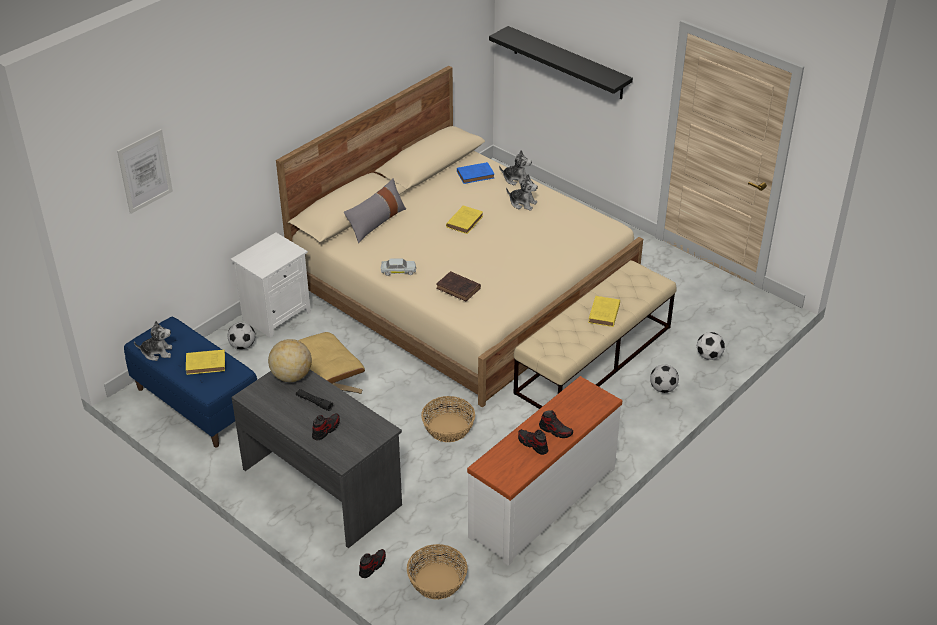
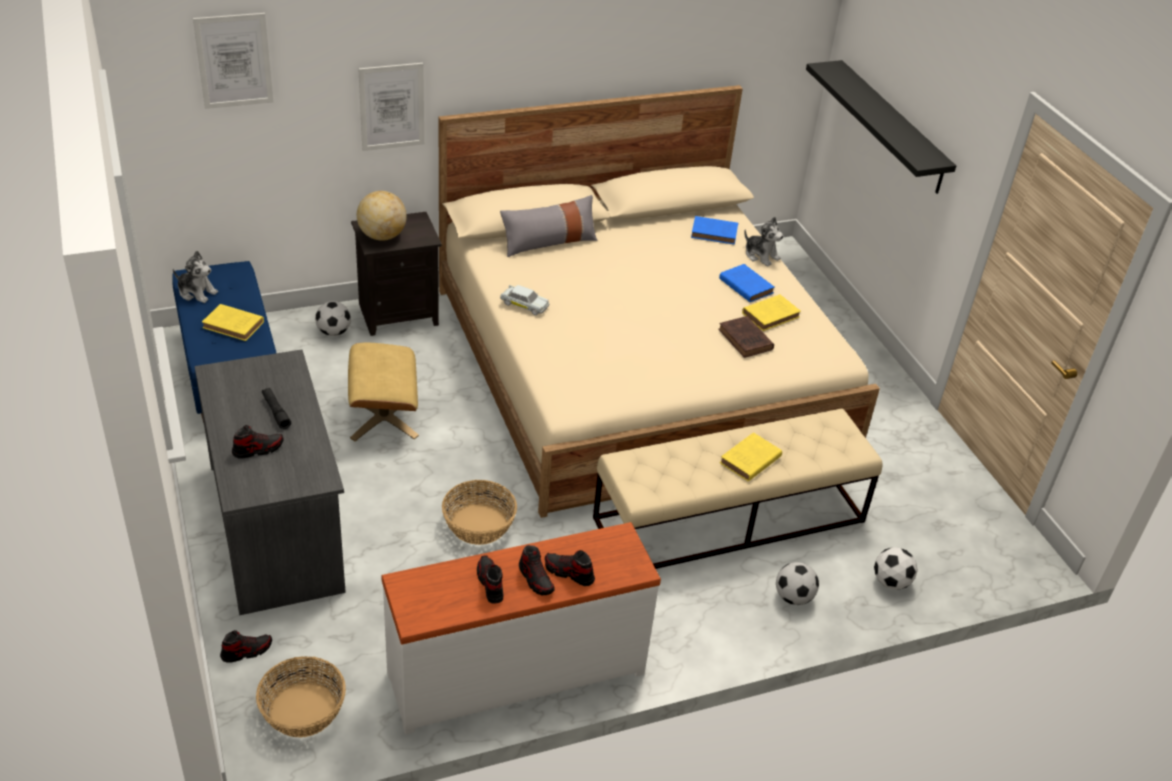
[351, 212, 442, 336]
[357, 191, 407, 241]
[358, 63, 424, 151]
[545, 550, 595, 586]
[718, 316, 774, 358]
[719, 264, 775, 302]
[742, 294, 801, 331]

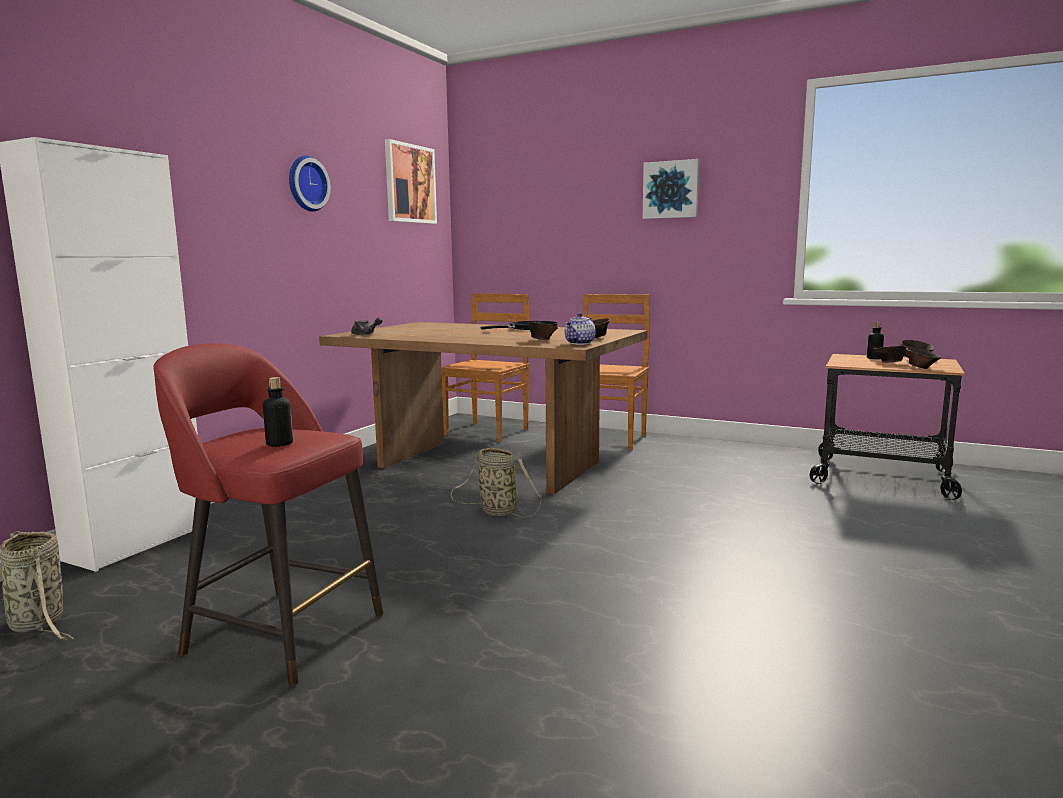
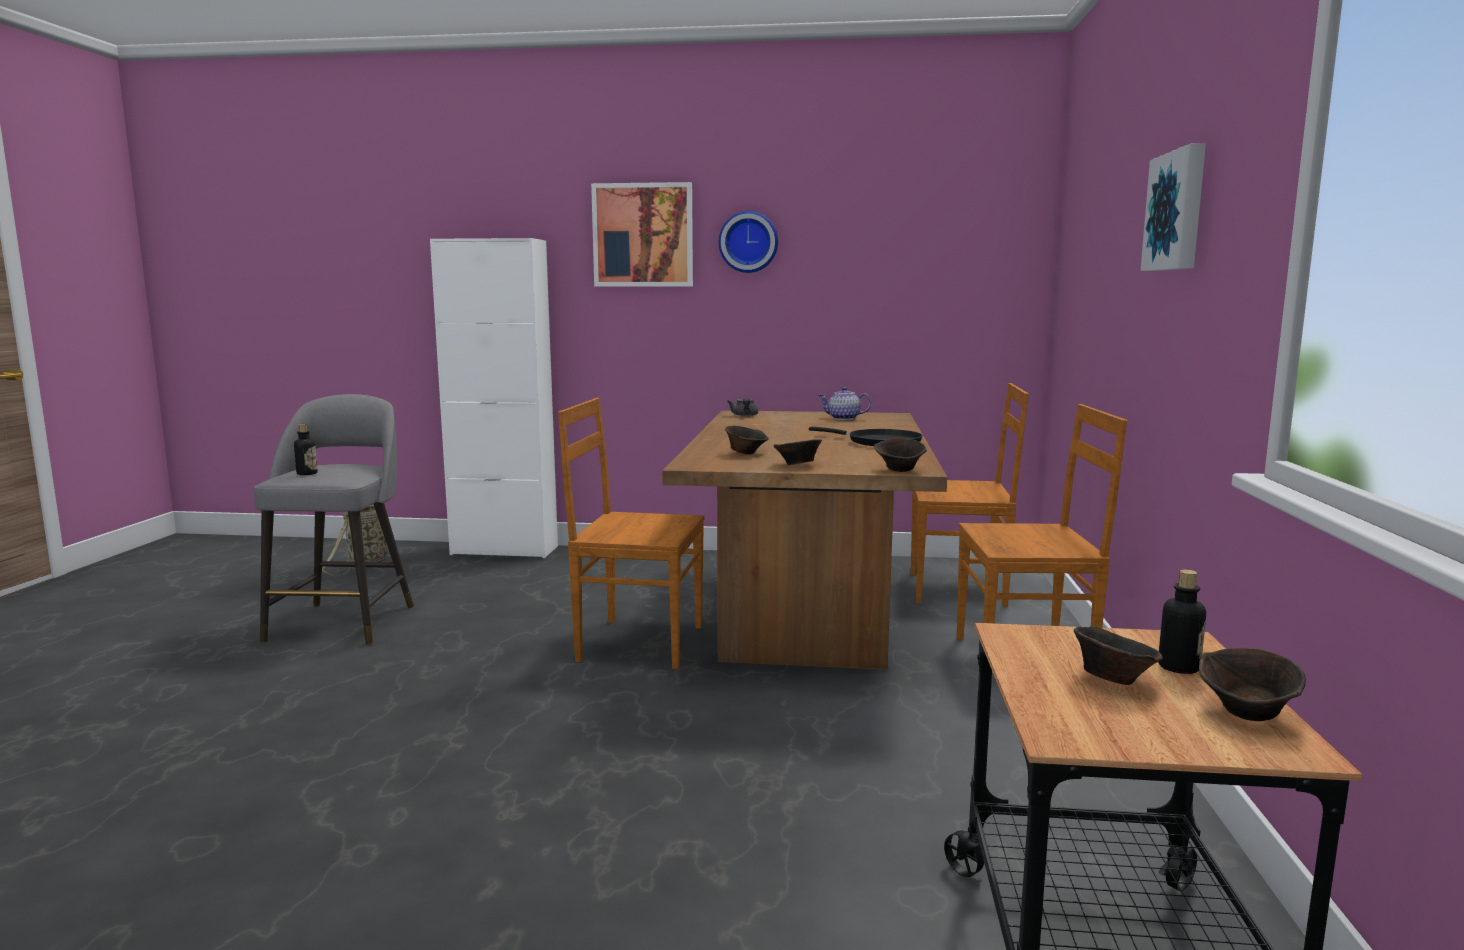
[254, 394, 414, 645]
[558, 398, 705, 669]
[591, 182, 693, 286]
[819, 387, 871, 420]
[874, 438, 927, 472]

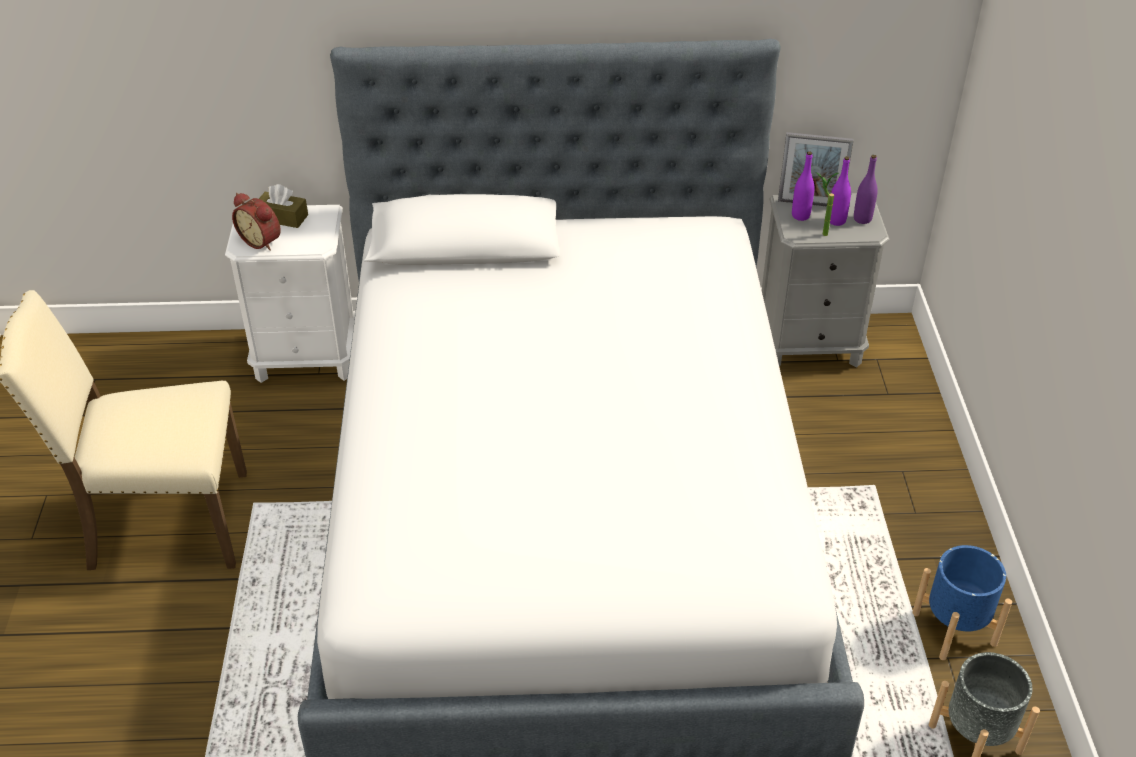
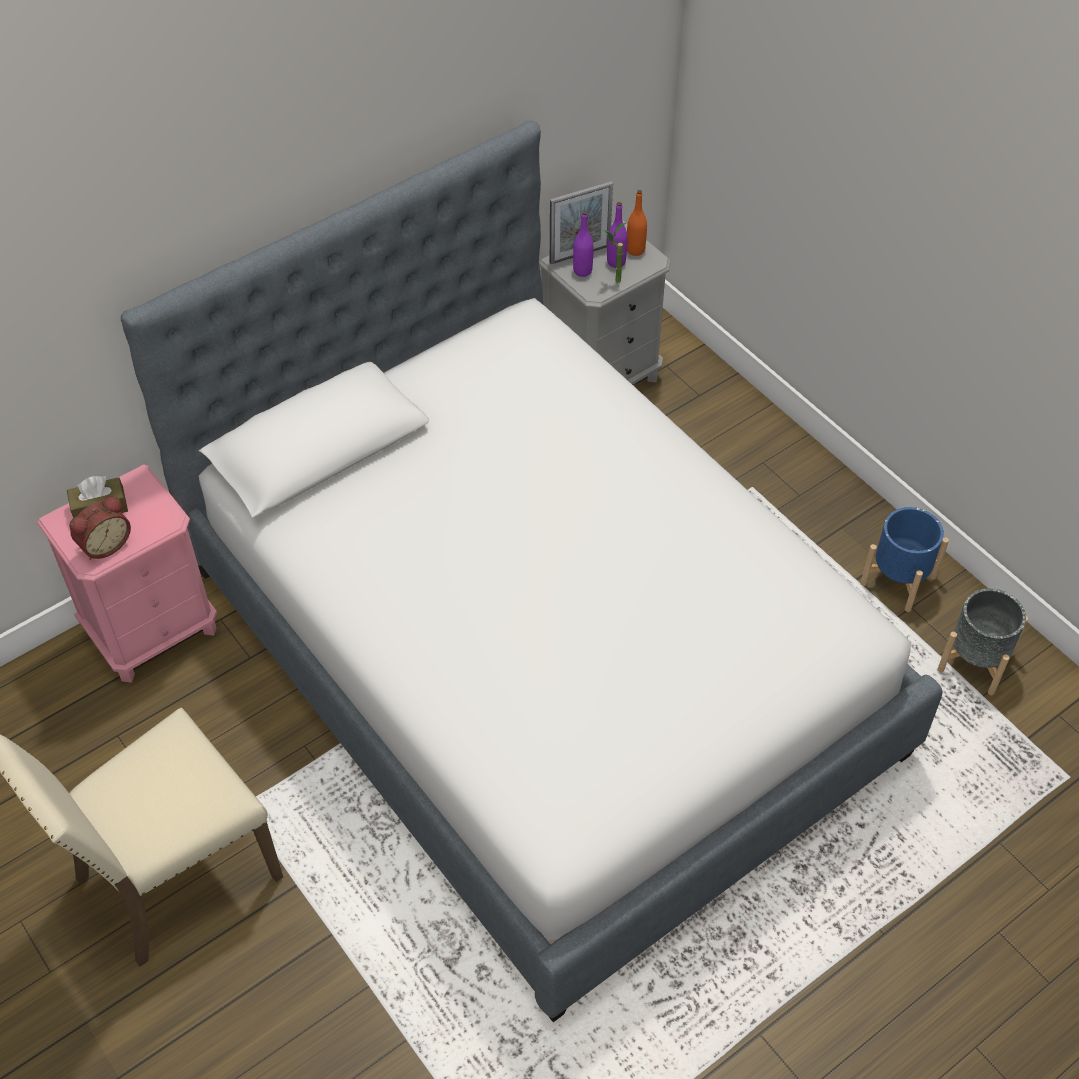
[37, 465, 217, 682]
[69, 496, 131, 560]
[627, 190, 647, 256]

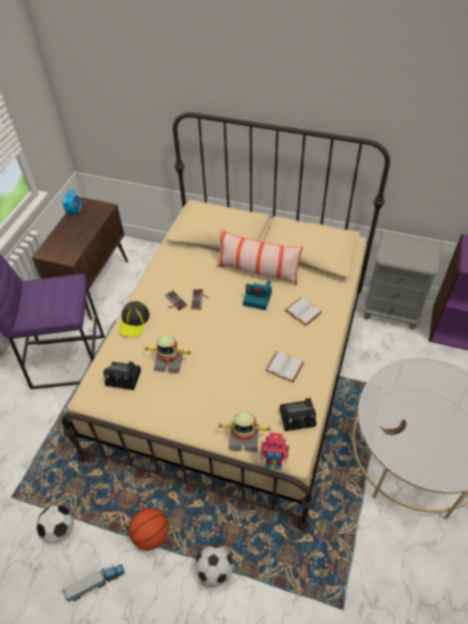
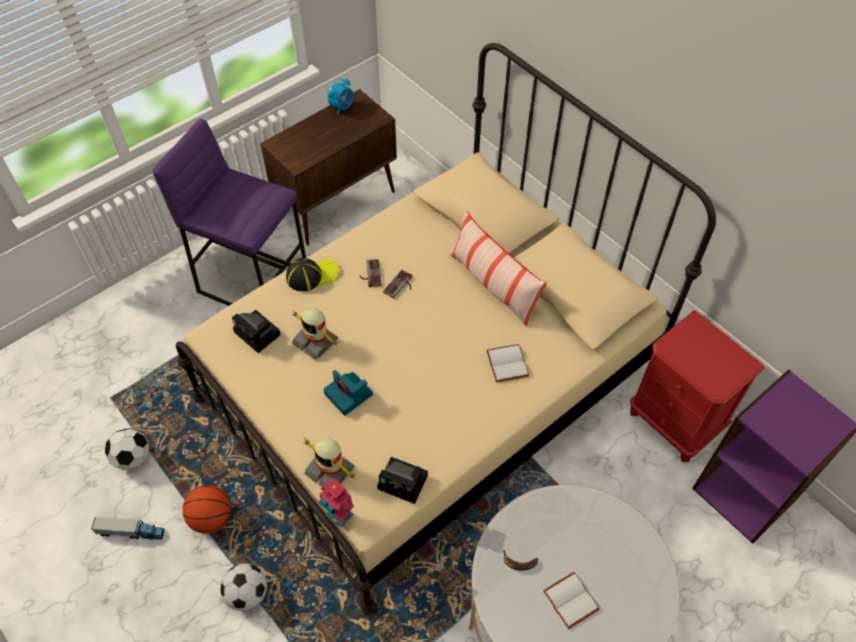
[286, 258, 339, 291]
[323, 370, 373, 416]
[543, 572, 600, 629]
[630, 311, 765, 462]

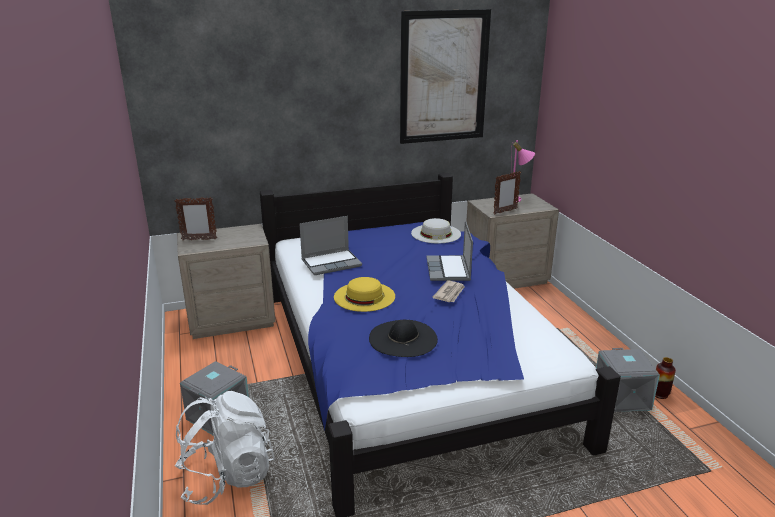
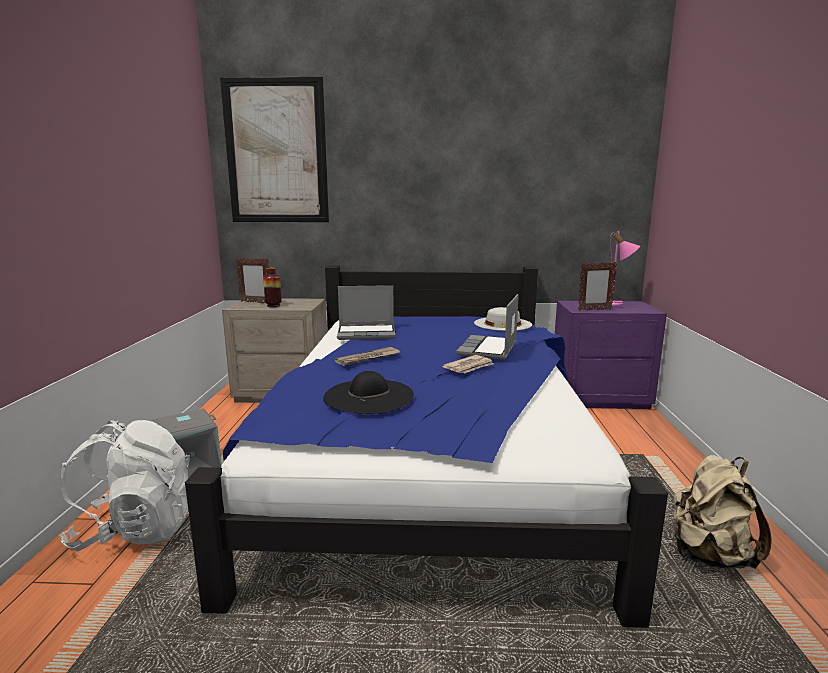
[220, 76, 329, 222]
[263, 268, 282, 307]
[335, 347, 400, 366]
[555, 301, 667, 409]
[671, 455, 772, 569]

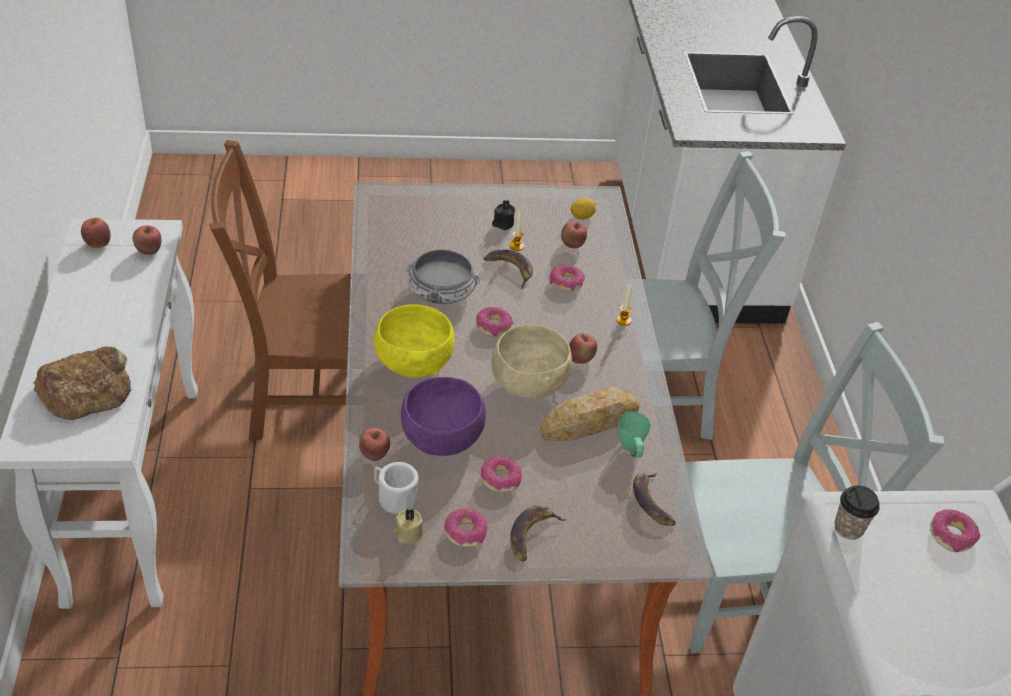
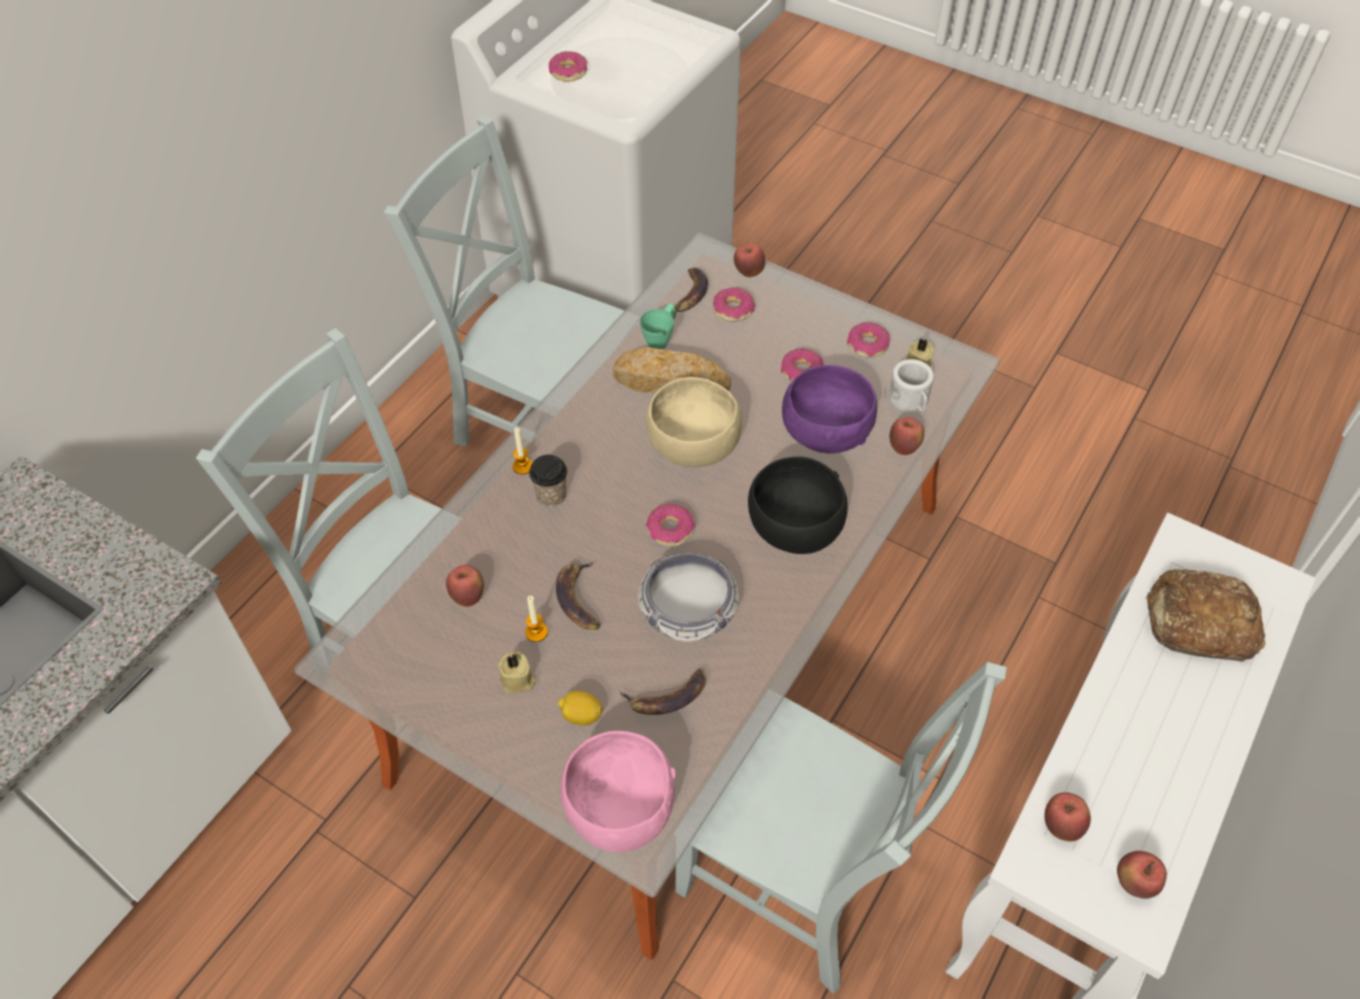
[498, 652, 536, 693]
[529, 455, 567, 507]
[558, 691, 602, 726]
[560, 731, 677, 852]
[620, 669, 706, 715]
[675, 662, 1007, 993]
[713, 288, 755, 322]
[734, 243, 765, 277]
[748, 456, 847, 554]

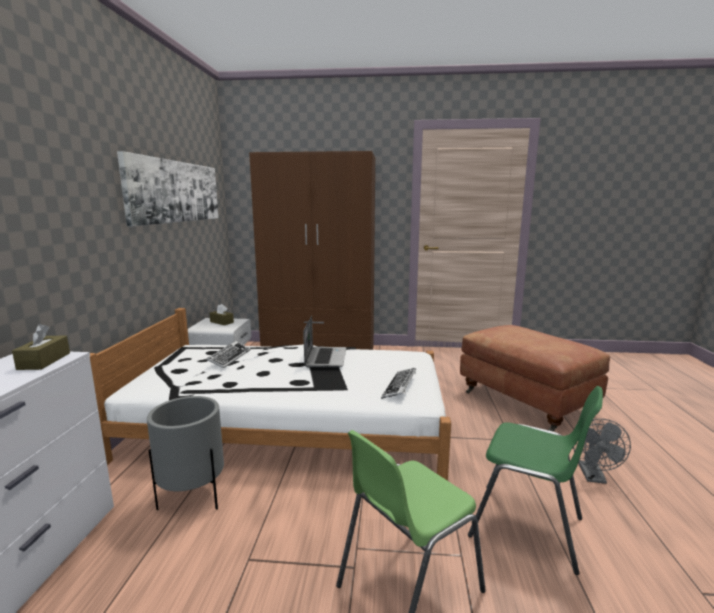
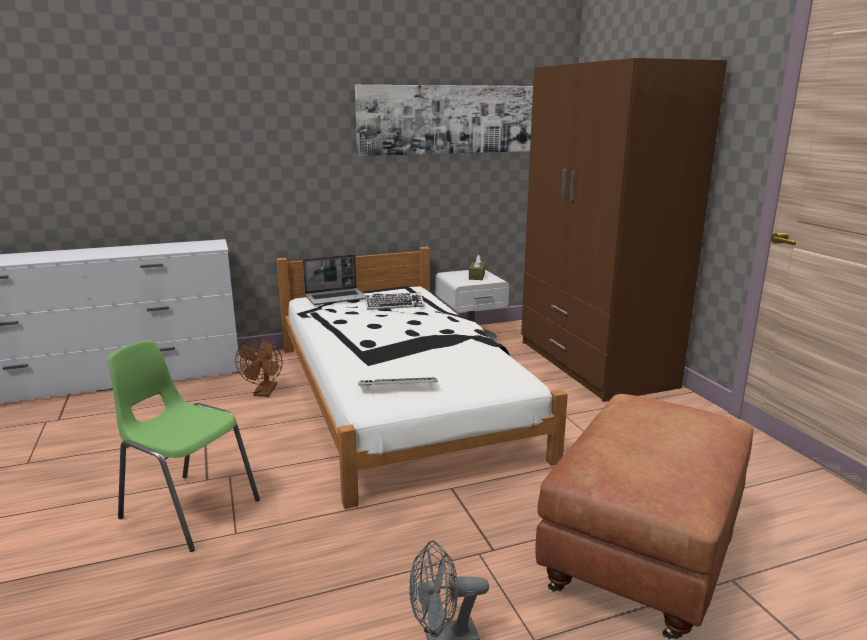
[235, 338, 282, 397]
[303, 254, 366, 305]
[12, 324, 70, 370] (first image)
[468, 386, 603, 575] (first image)

